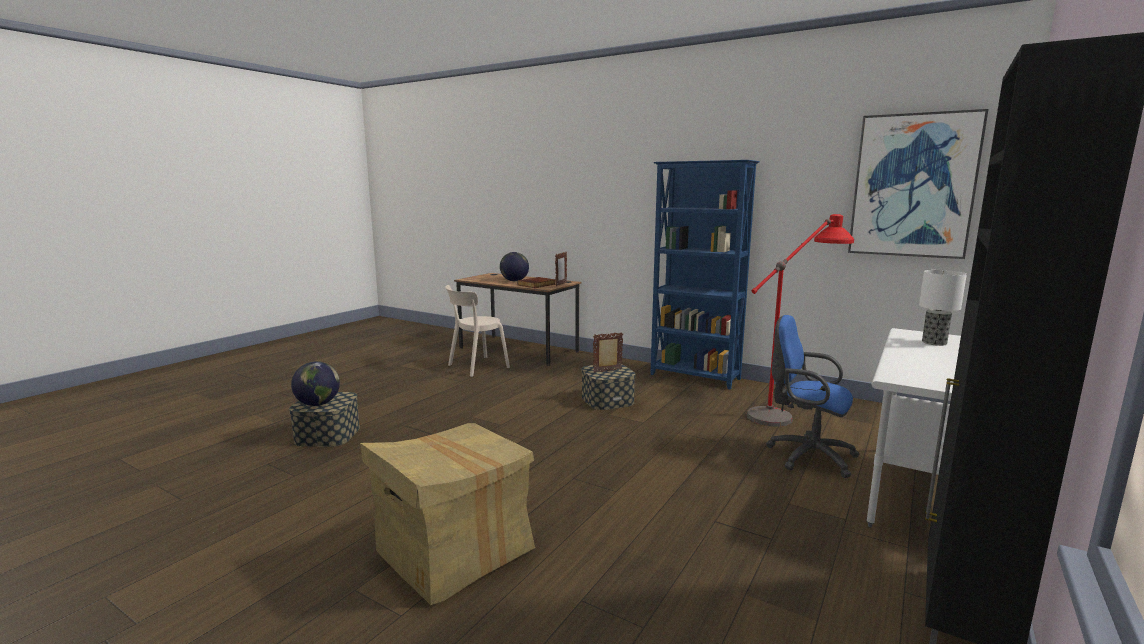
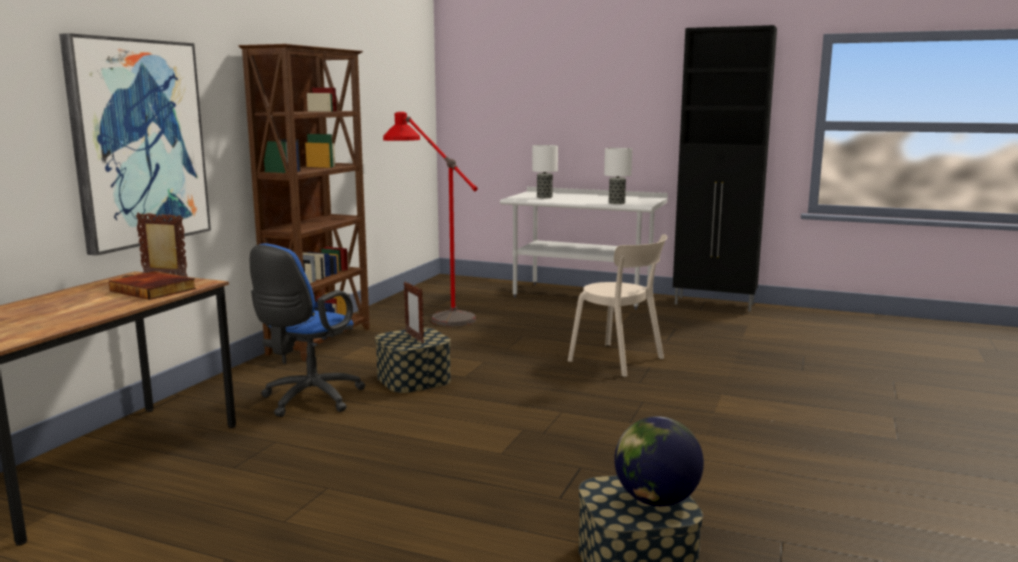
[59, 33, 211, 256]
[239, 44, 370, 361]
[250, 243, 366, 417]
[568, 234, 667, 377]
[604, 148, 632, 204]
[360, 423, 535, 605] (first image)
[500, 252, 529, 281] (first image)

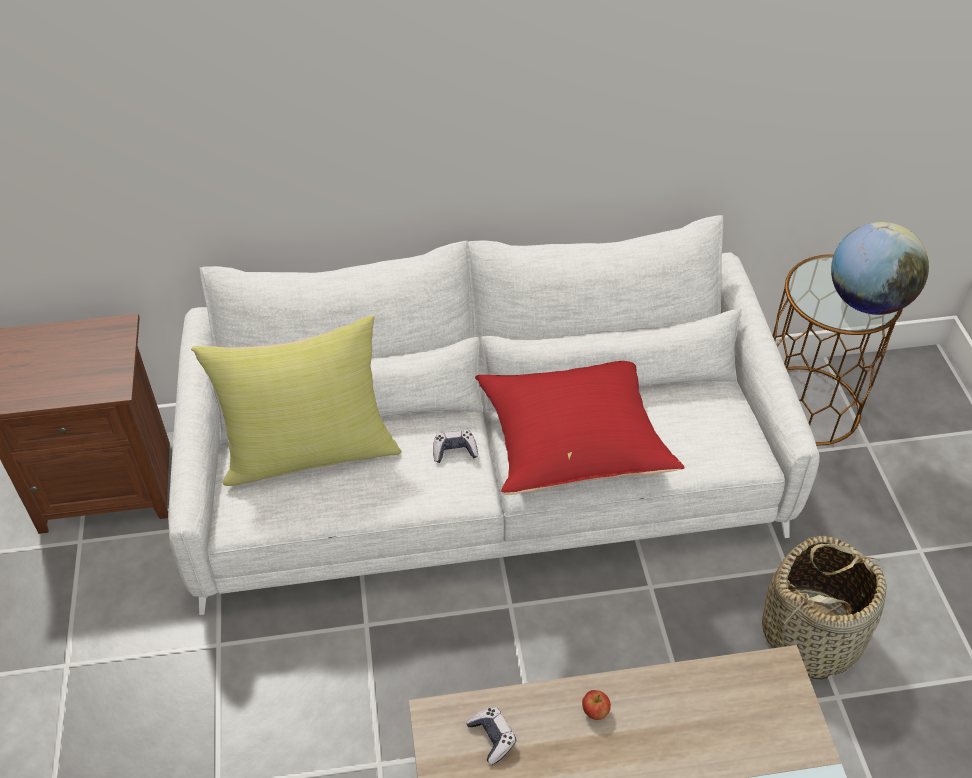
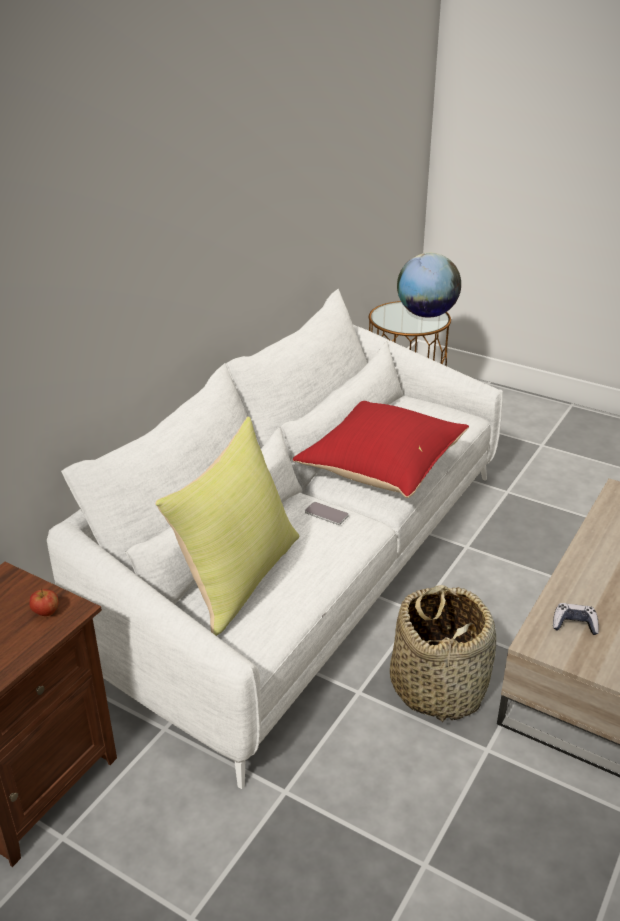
[29, 589, 58, 616]
[305, 502, 349, 525]
[390, 585, 496, 722]

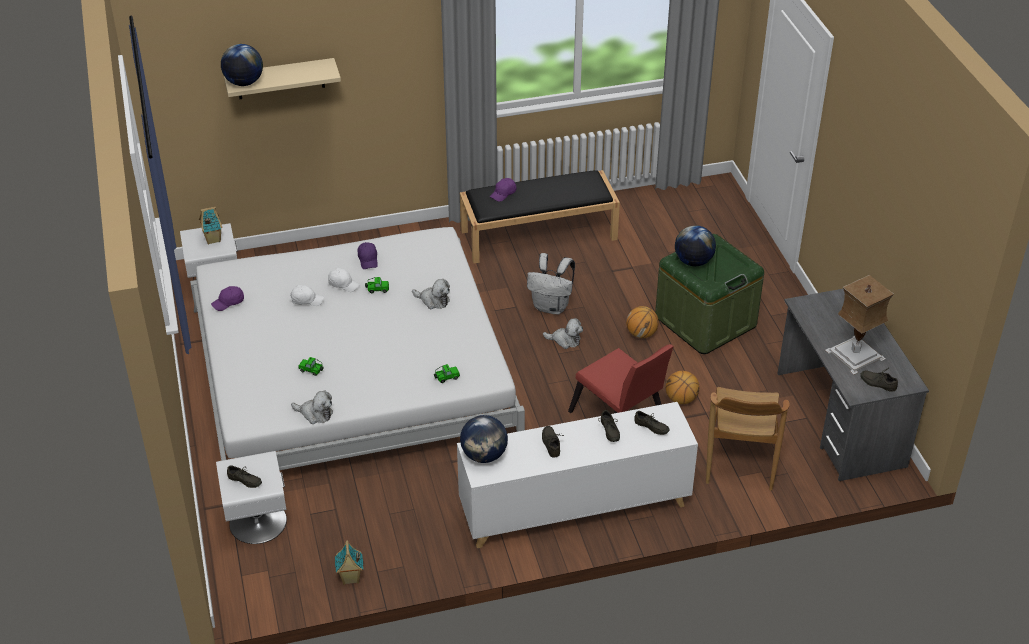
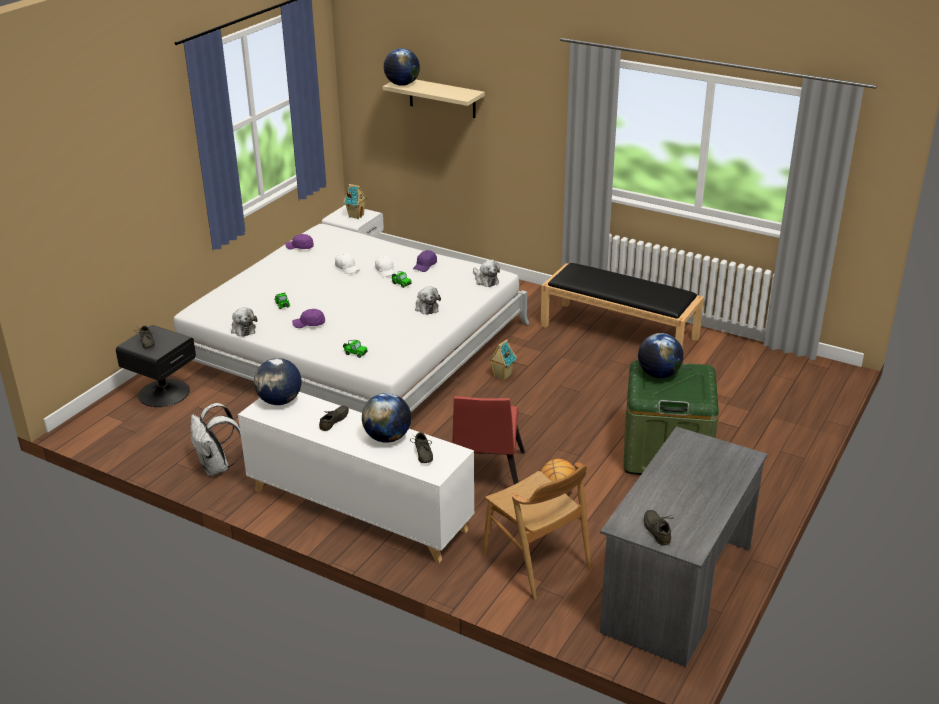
[116, 325, 196, 407]
[191, 403, 243, 476]
[292, 309, 325, 328]
[362, 393, 411, 443]
[473, 260, 500, 287]
[482, 462, 591, 600]
[488, 339, 517, 380]
[626, 306, 659, 338] (first image)
[825, 275, 894, 375] (first image)

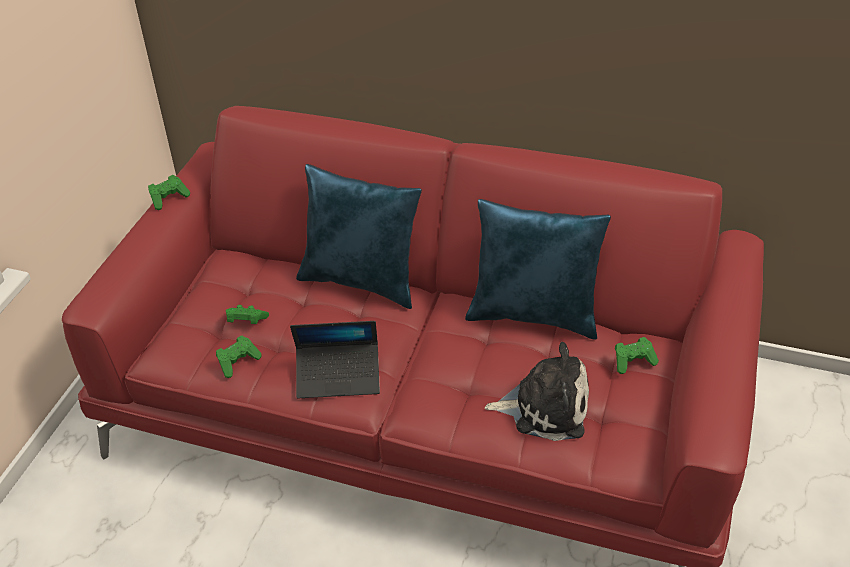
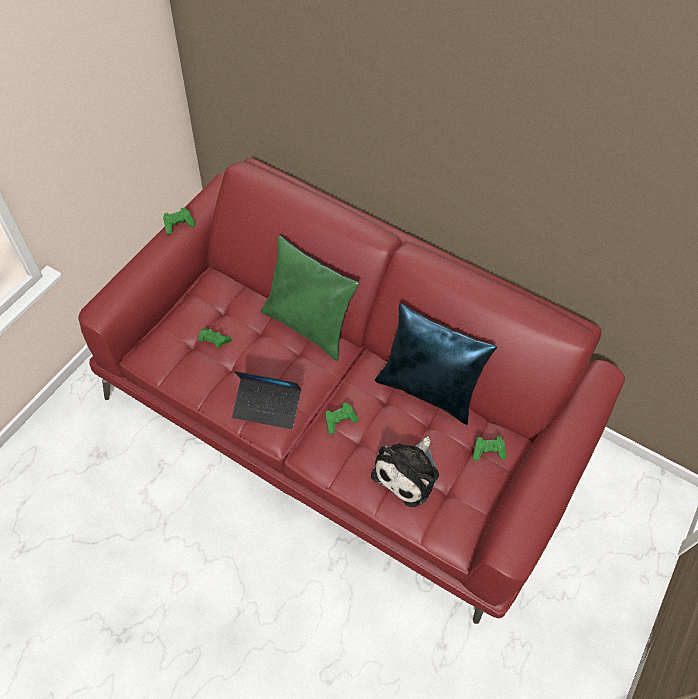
[261, 235, 359, 361]
[325, 403, 358, 434]
[371, 436, 439, 507]

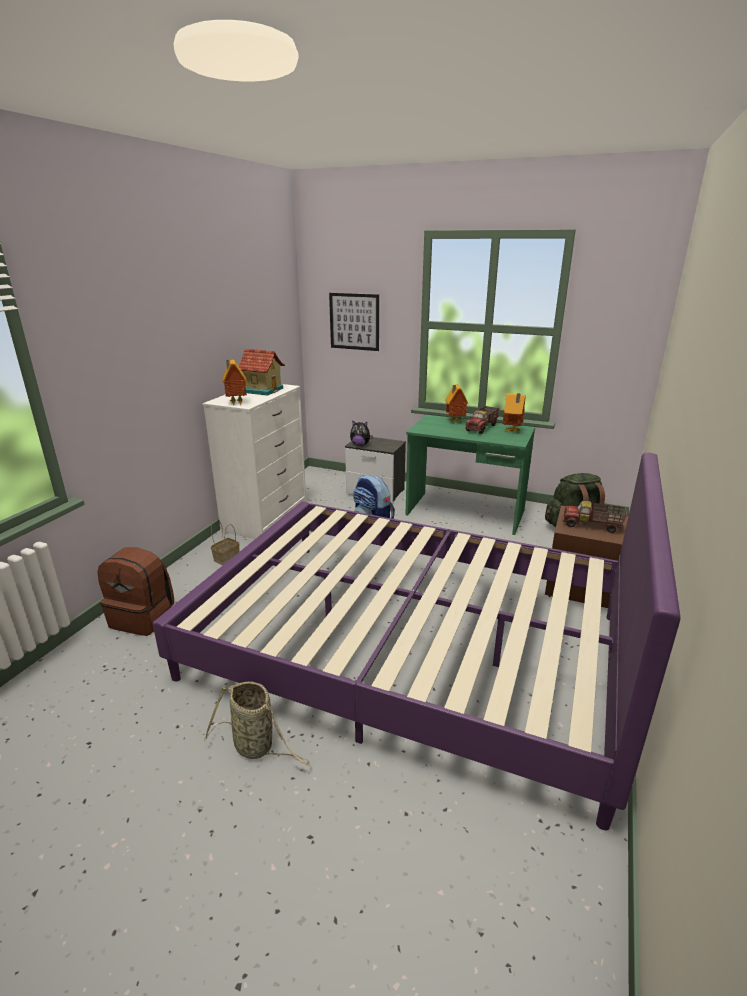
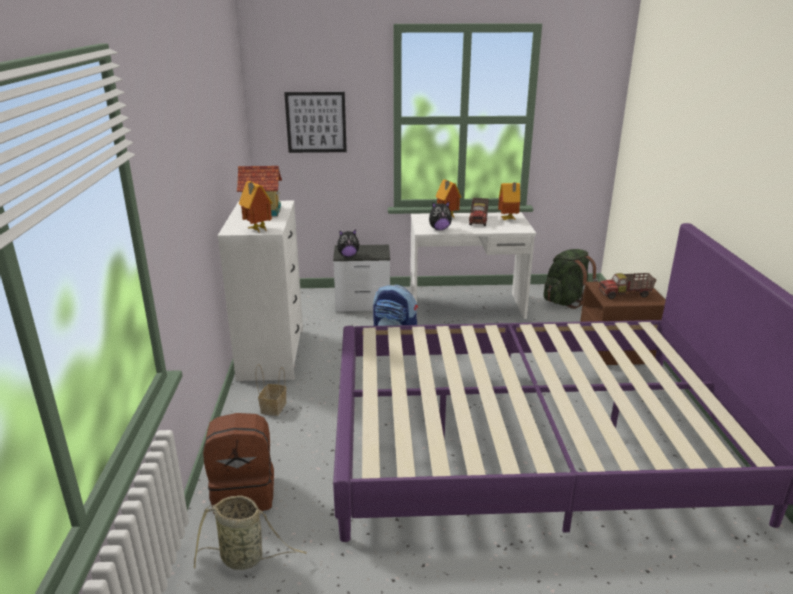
[194, 495, 307, 570]
[410, 212, 536, 319]
[429, 201, 452, 230]

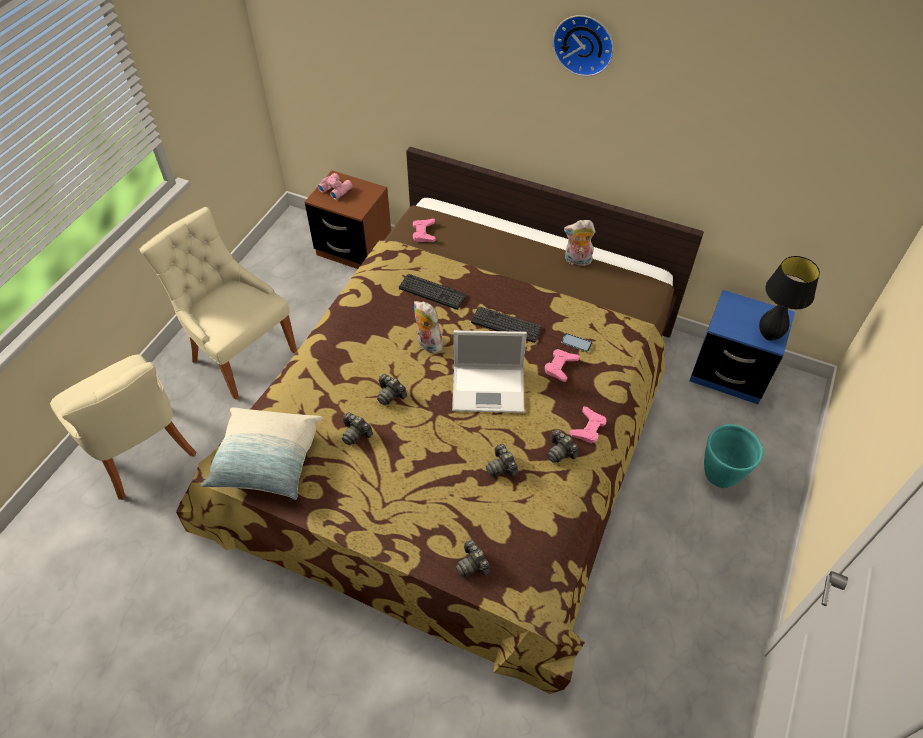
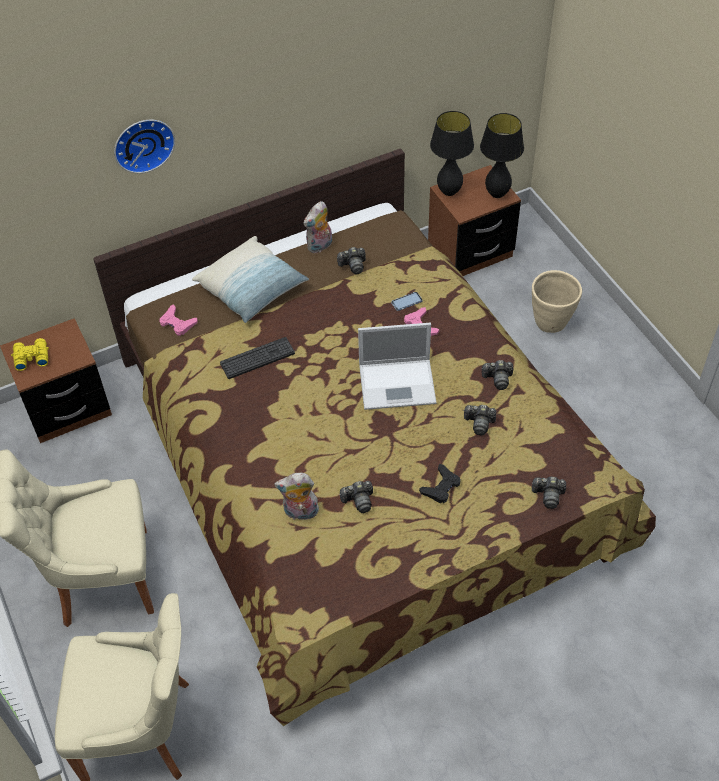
[11, 338, 49, 371]
[114, 120, 175, 173]
[192, 236, 309, 323]
[274, 473, 319, 520]
[337, 247, 366, 274]
[358, 323, 436, 410]
[419, 464, 461, 503]
[428, 165, 521, 276]
[430, 111, 474, 196]
[532, 270, 582, 333]
[471, 307, 542, 343] (first image)
[569, 406, 606, 443] (first image)

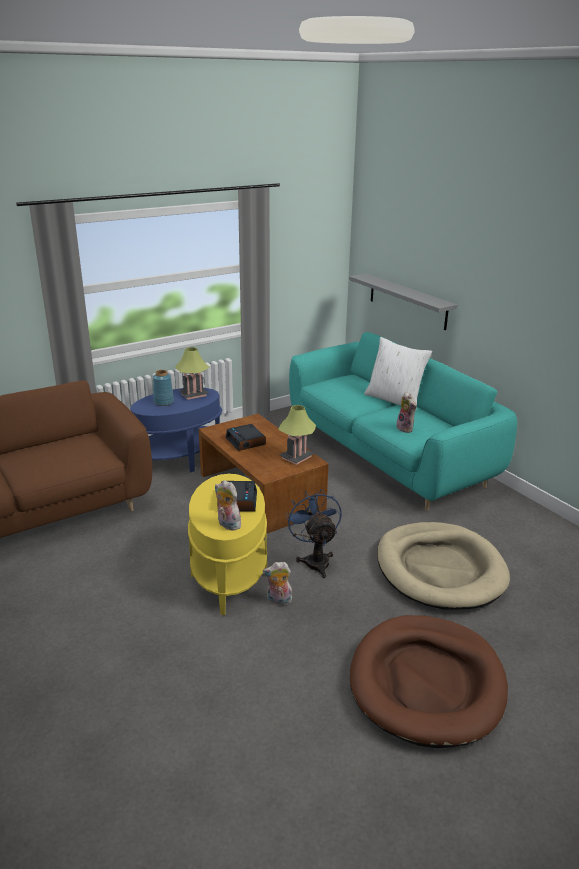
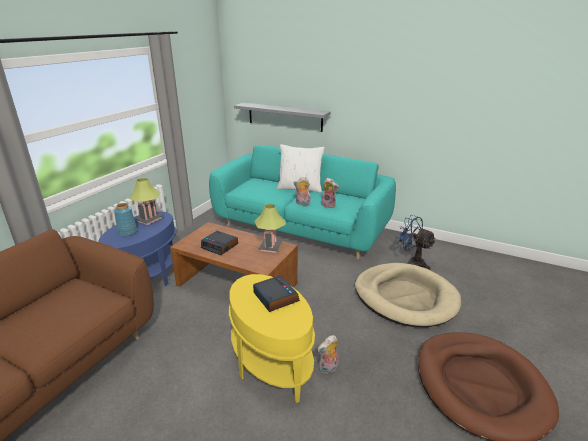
[293, 177, 311, 205]
[396, 215, 436, 270]

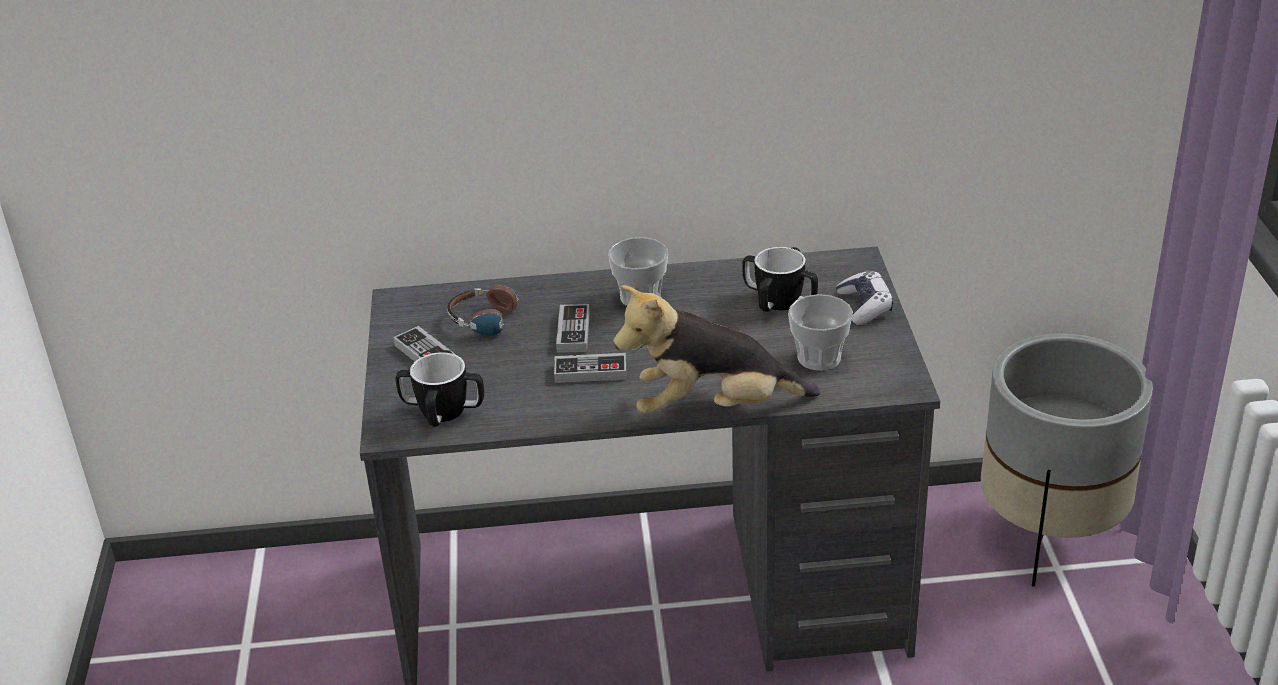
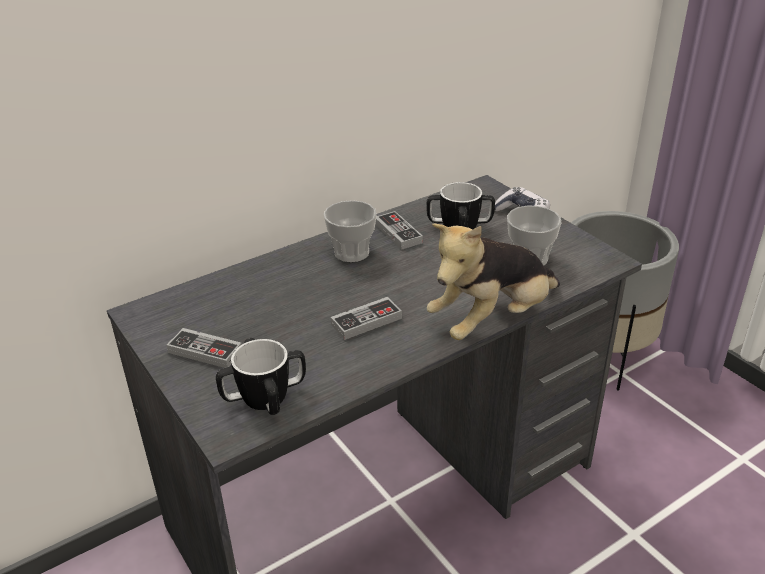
[375, 211, 423, 250]
[447, 285, 534, 336] (first image)

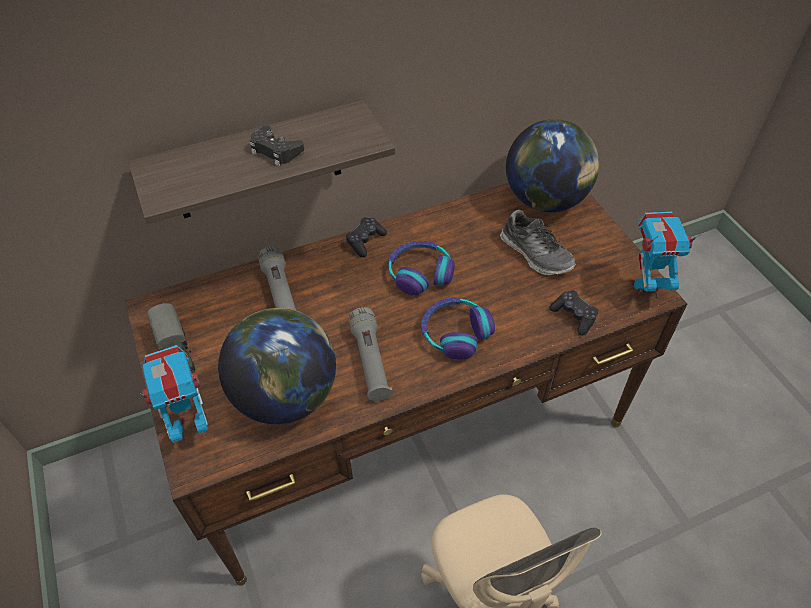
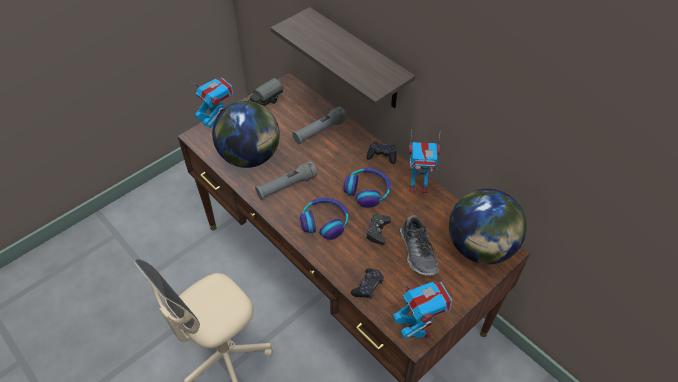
[365, 214, 391, 245]
[400, 215, 438, 276]
[409, 129, 440, 193]

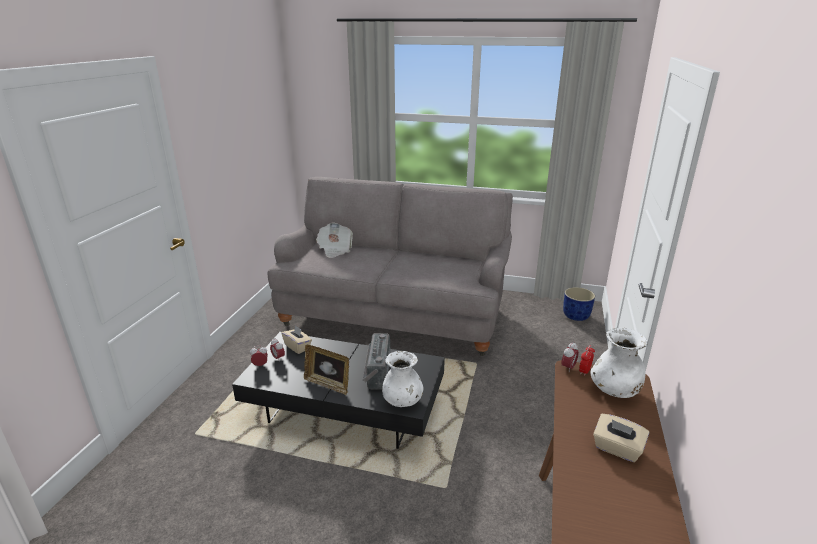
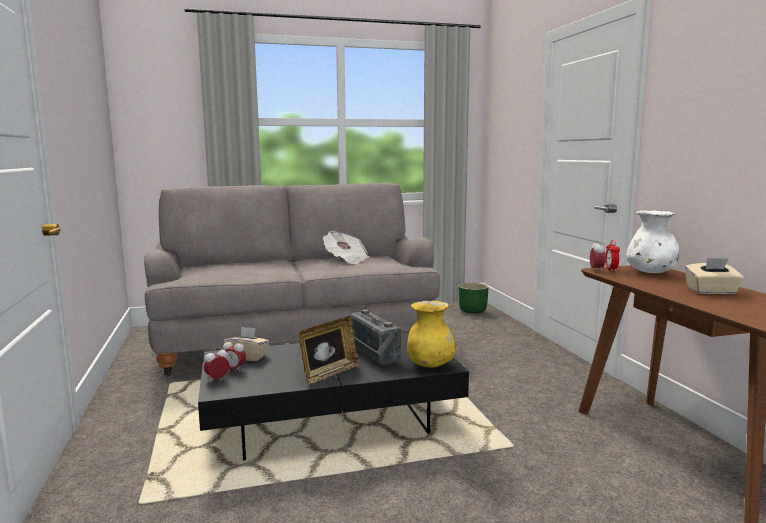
[299, 316, 360, 384]
[323, 231, 369, 264]
[407, 301, 456, 367]
[459, 283, 489, 314]

